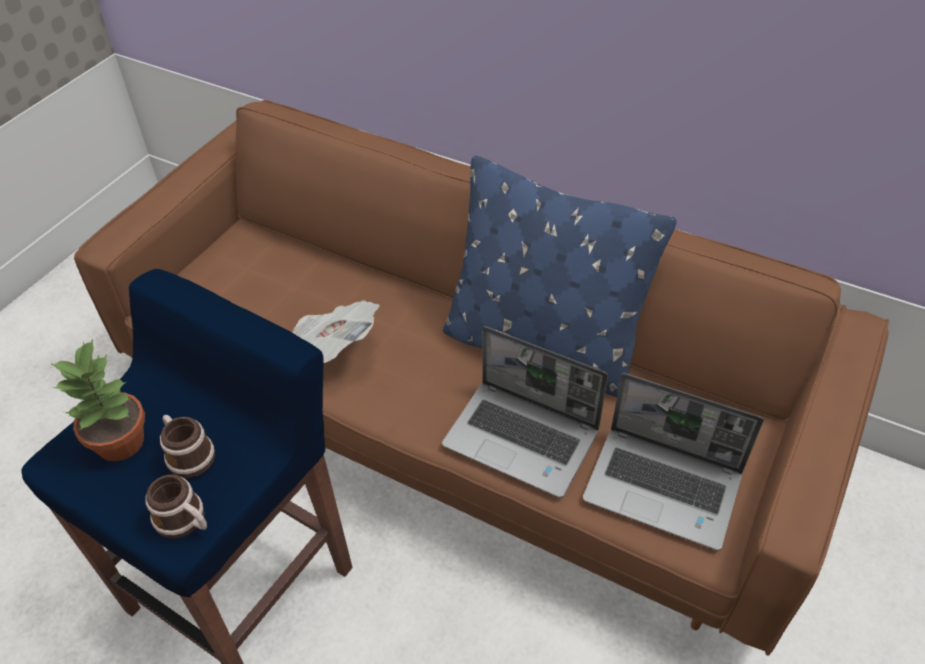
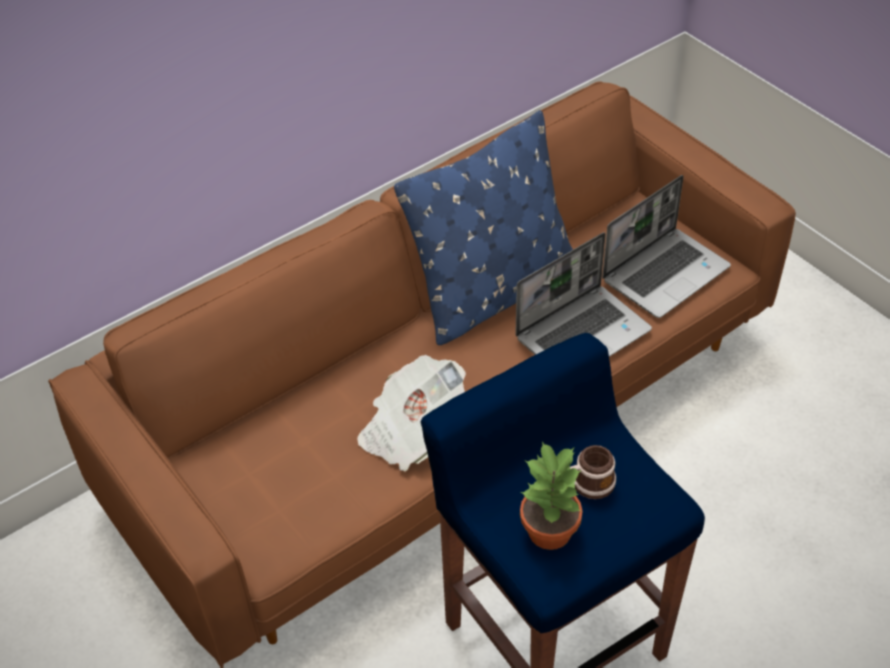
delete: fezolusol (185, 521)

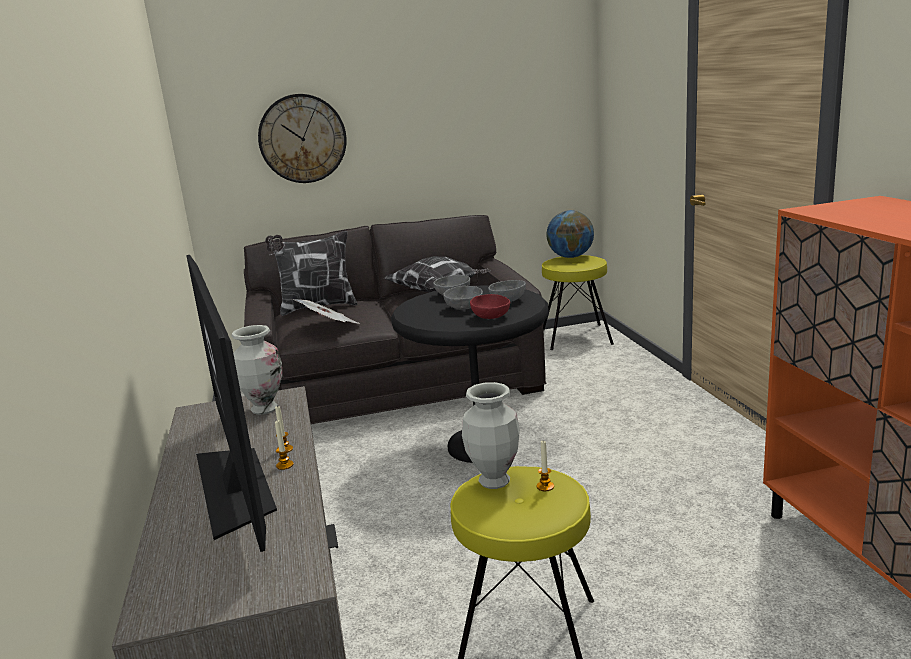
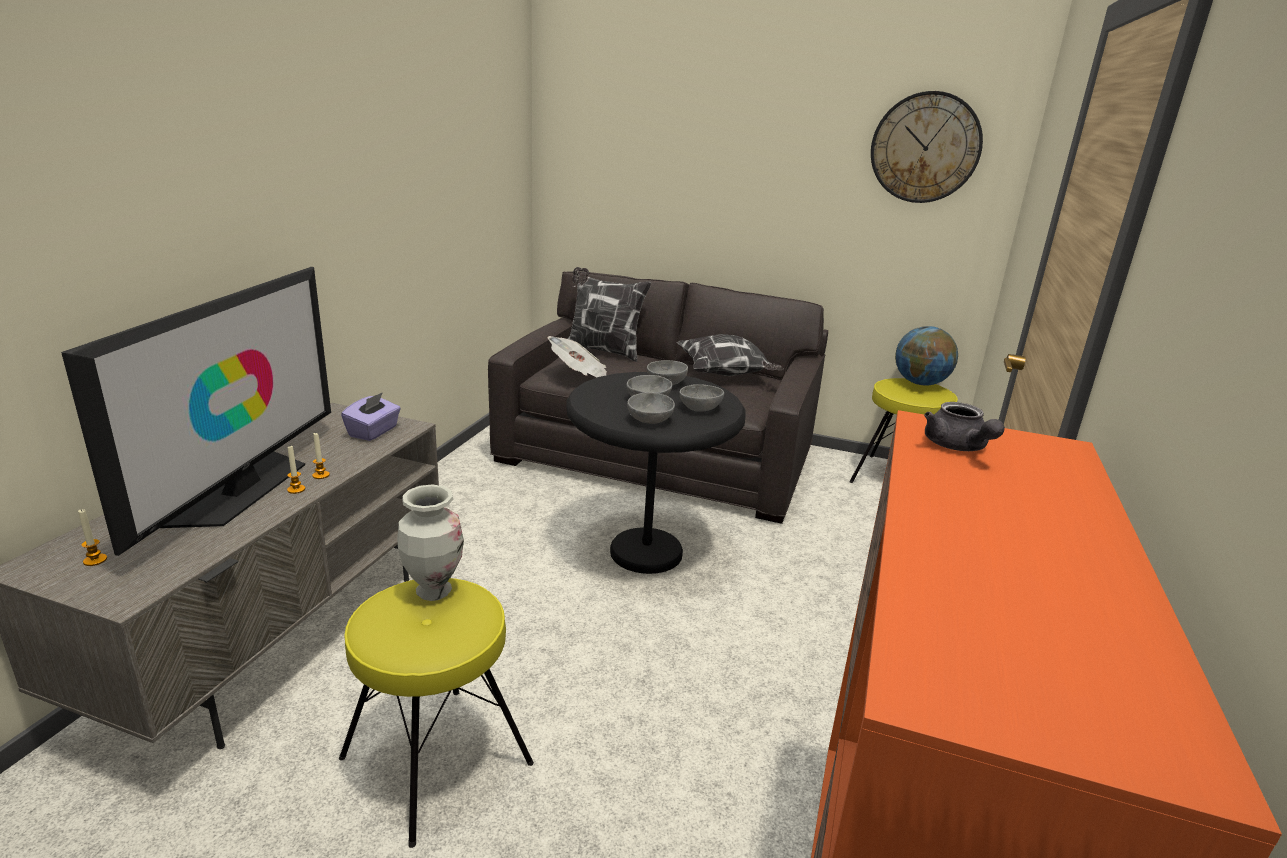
insert: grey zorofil (957, 447)
move: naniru (545, 486) to (95, 560); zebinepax (302, 138) to (925, 148)
replace: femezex (264, 409) to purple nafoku (374, 432)
recolor: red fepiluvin (491, 317) to grey fepiluvin (651, 420)

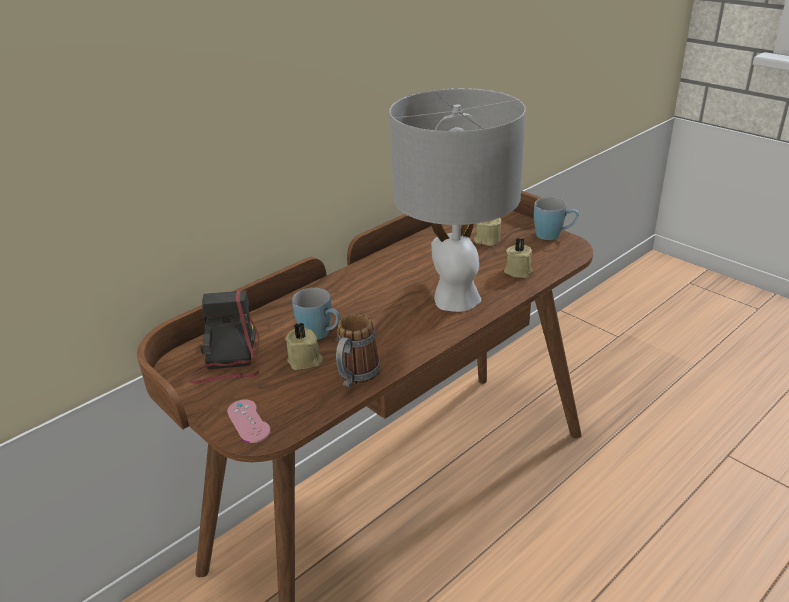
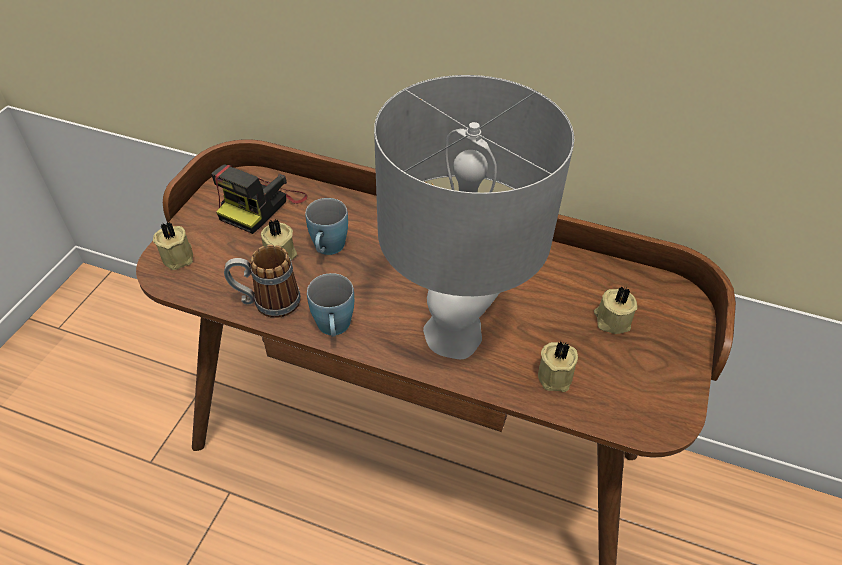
move: blue fezolusol (554, 235) to (334, 329)
replace: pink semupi (248, 421) to beige naniru (179, 256)
rotate: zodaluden (229, 358) = (261, 205) 150 degrees clockwise

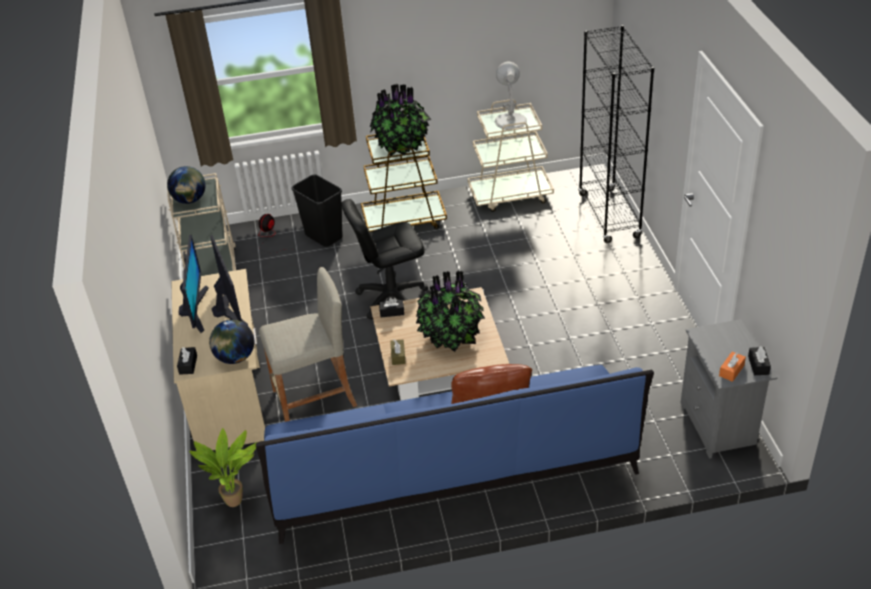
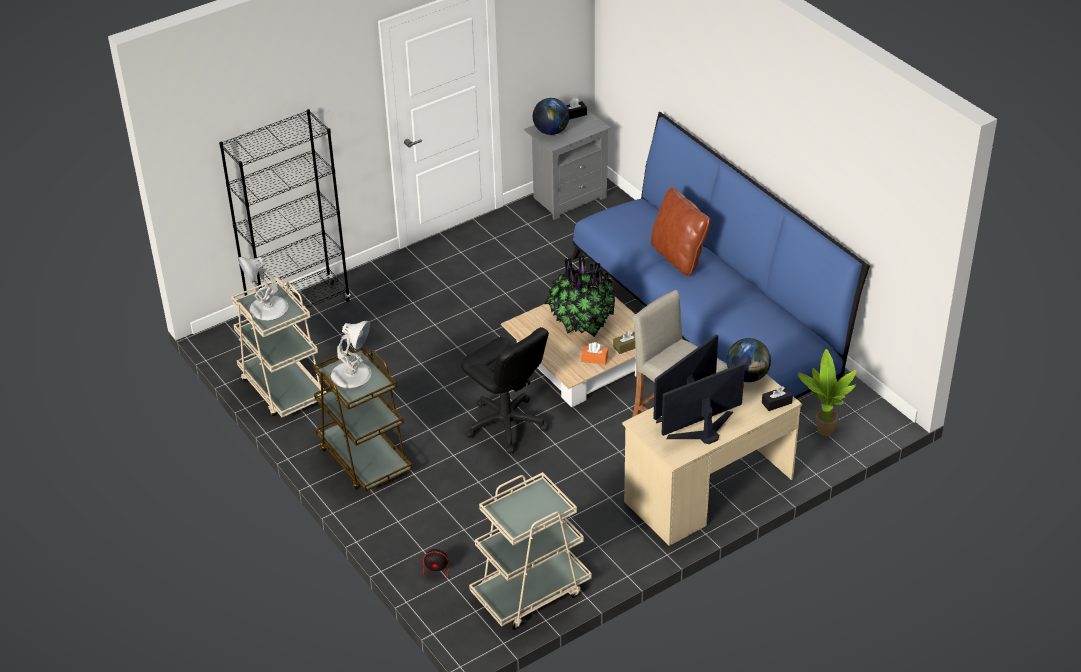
delete: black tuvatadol (324, 236); black nafoku (392, 312)
move: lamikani (190, 200) to (551, 131); orange nafoku (731, 370) to (594, 359)
replace: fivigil (402, 146) to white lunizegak (352, 375)

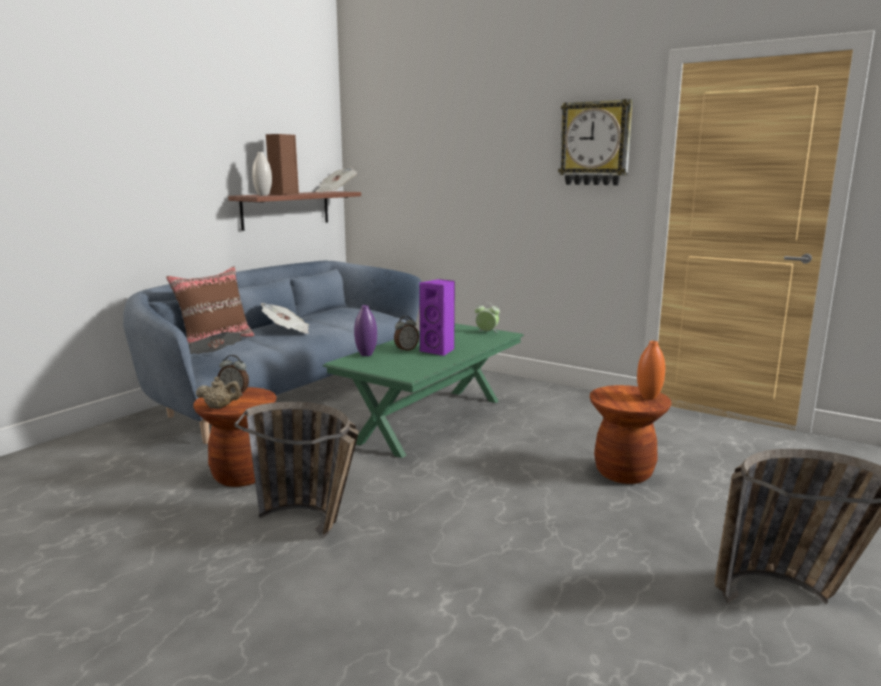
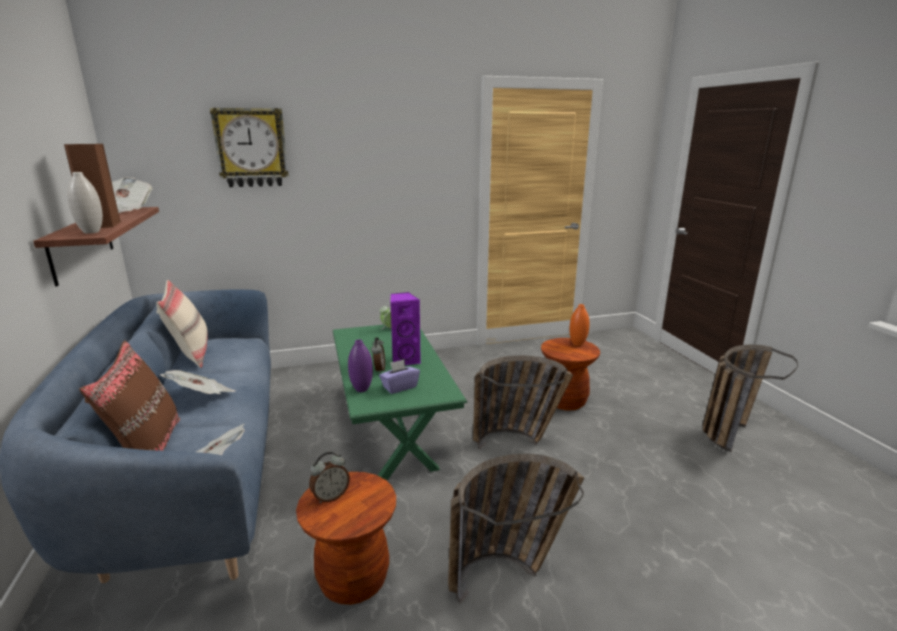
delete: beige zorofil (220, 407)
insert: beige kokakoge (190, 354); purple nafoku (399, 387); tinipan (518, 441)
move: zebinepax (595, 143) to (251, 148)

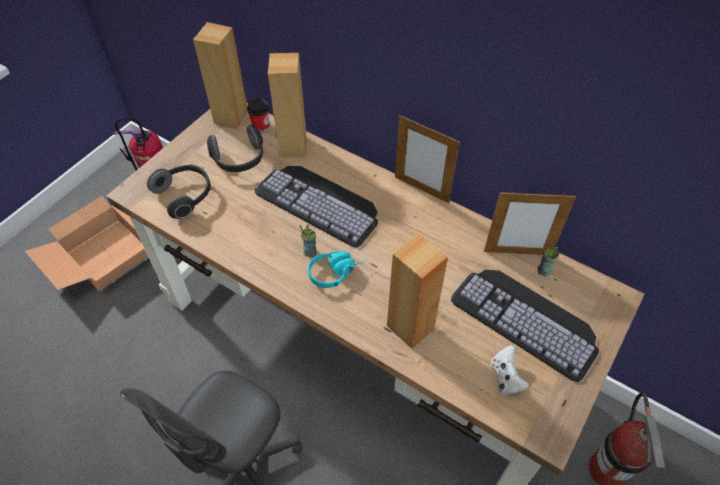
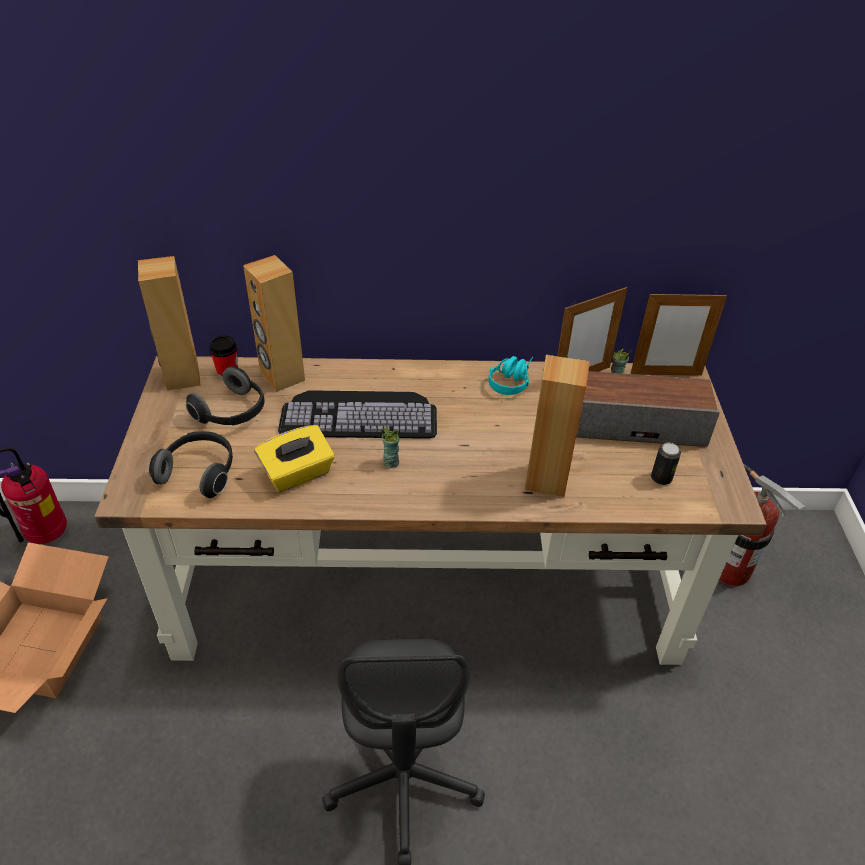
insert: yellow nafoku (297, 474)
move: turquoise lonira (337, 271) to (511, 380); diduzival (421, 189) to (666, 374)
replace: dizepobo (528, 319) to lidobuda (637, 424); white semupi (505, 377) to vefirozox (661, 478)

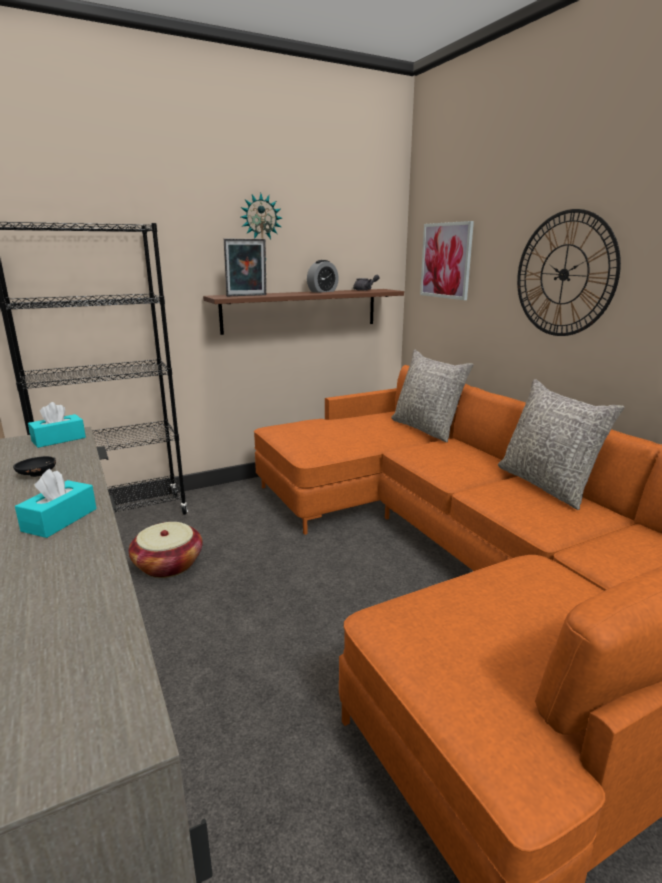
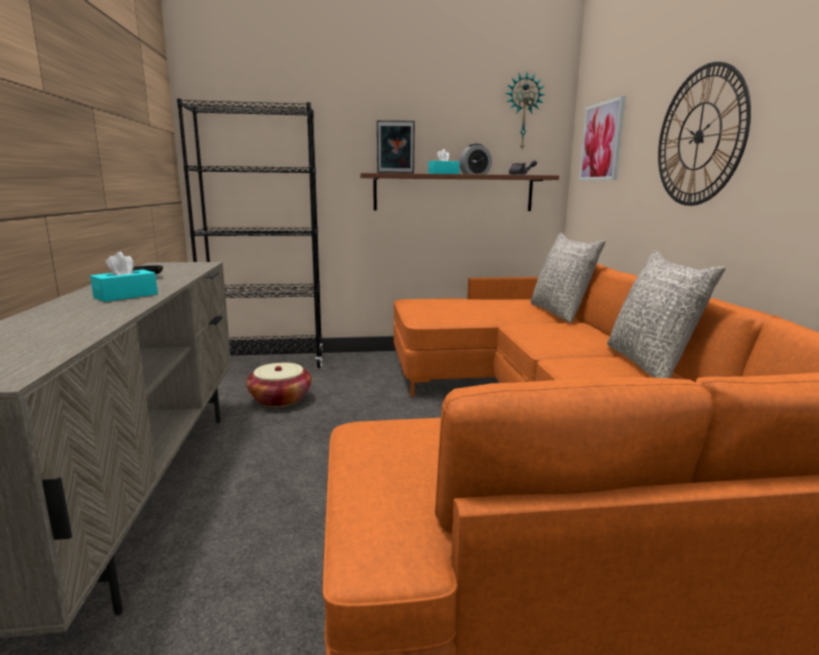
move: turquoise nafoku (59, 439) to (443, 174); zebinepax (261, 237) to (523, 112)

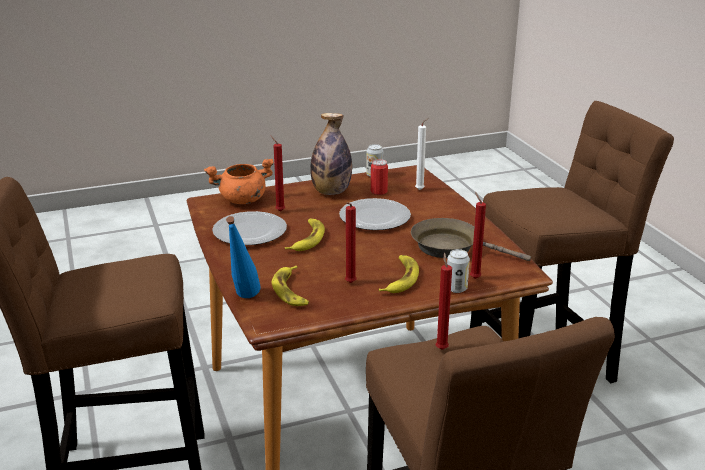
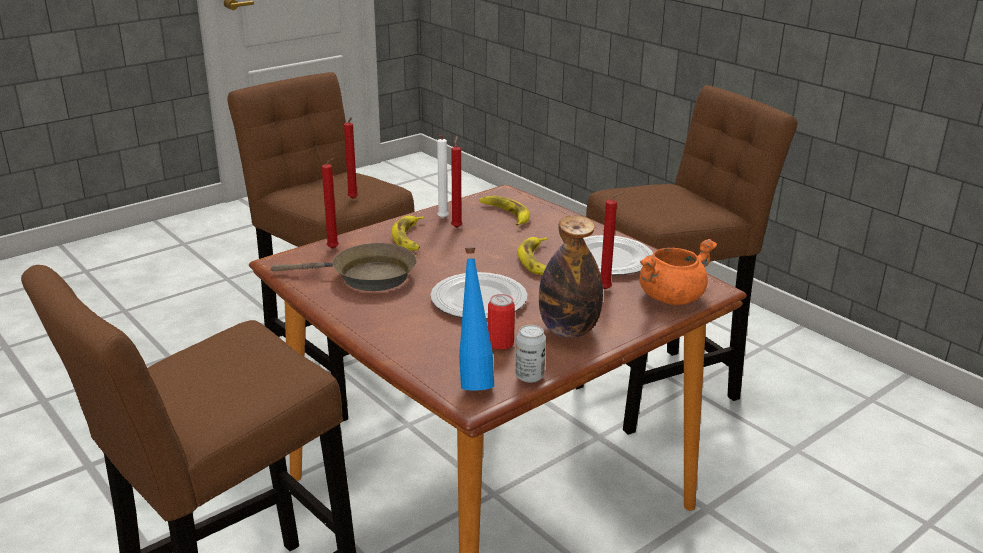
delete: vefirozox (456, 288)
move: white naniru (421, 189) to (441, 219); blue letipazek (244, 300) to (474, 380)

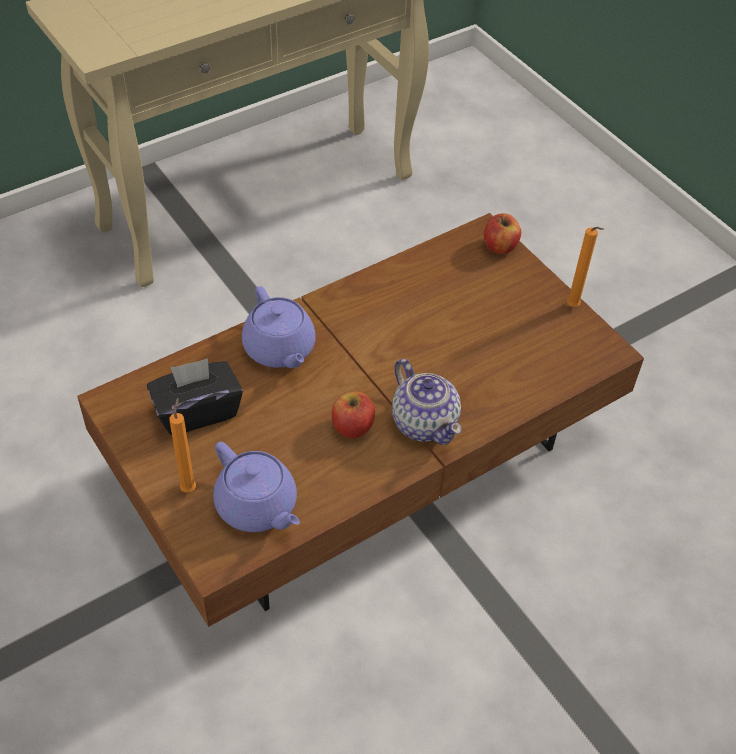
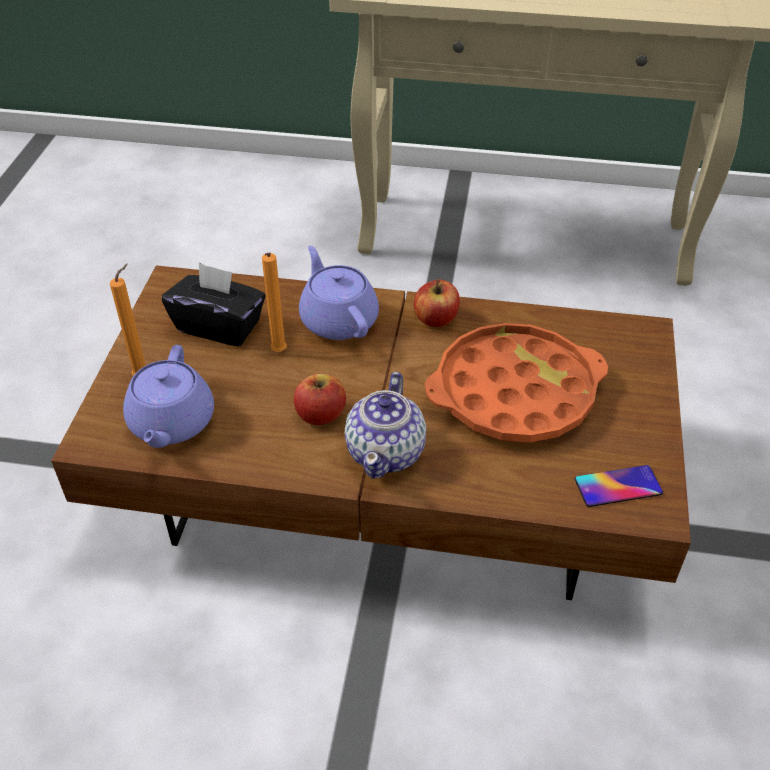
insert: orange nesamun (514, 392); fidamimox (618, 486)
move: orange naniru (574, 307) to (278, 353); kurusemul (500, 246) to (436, 319)
rotate: purple zorofil (280, 349) = (338, 320) 135 degrees clockwise

